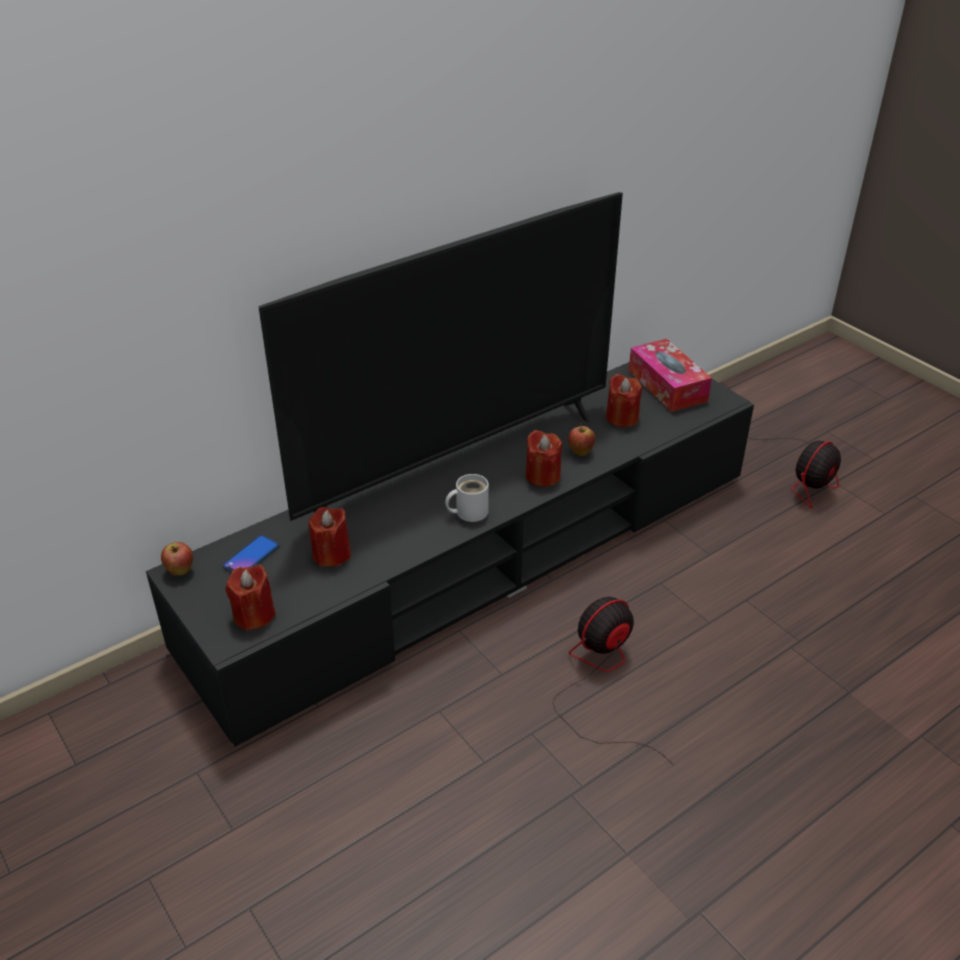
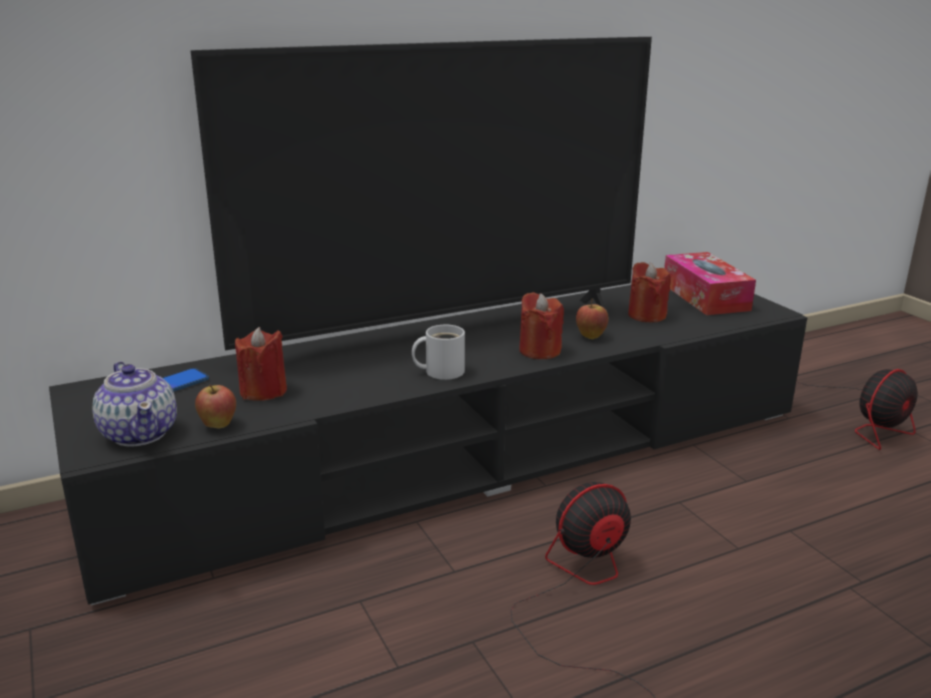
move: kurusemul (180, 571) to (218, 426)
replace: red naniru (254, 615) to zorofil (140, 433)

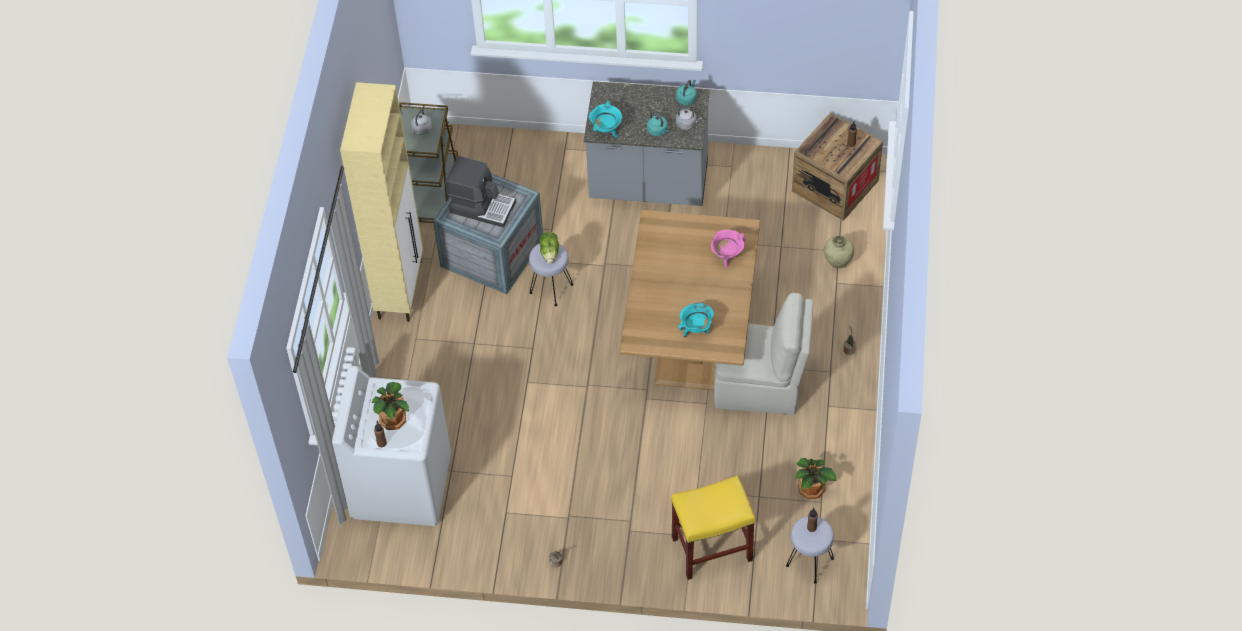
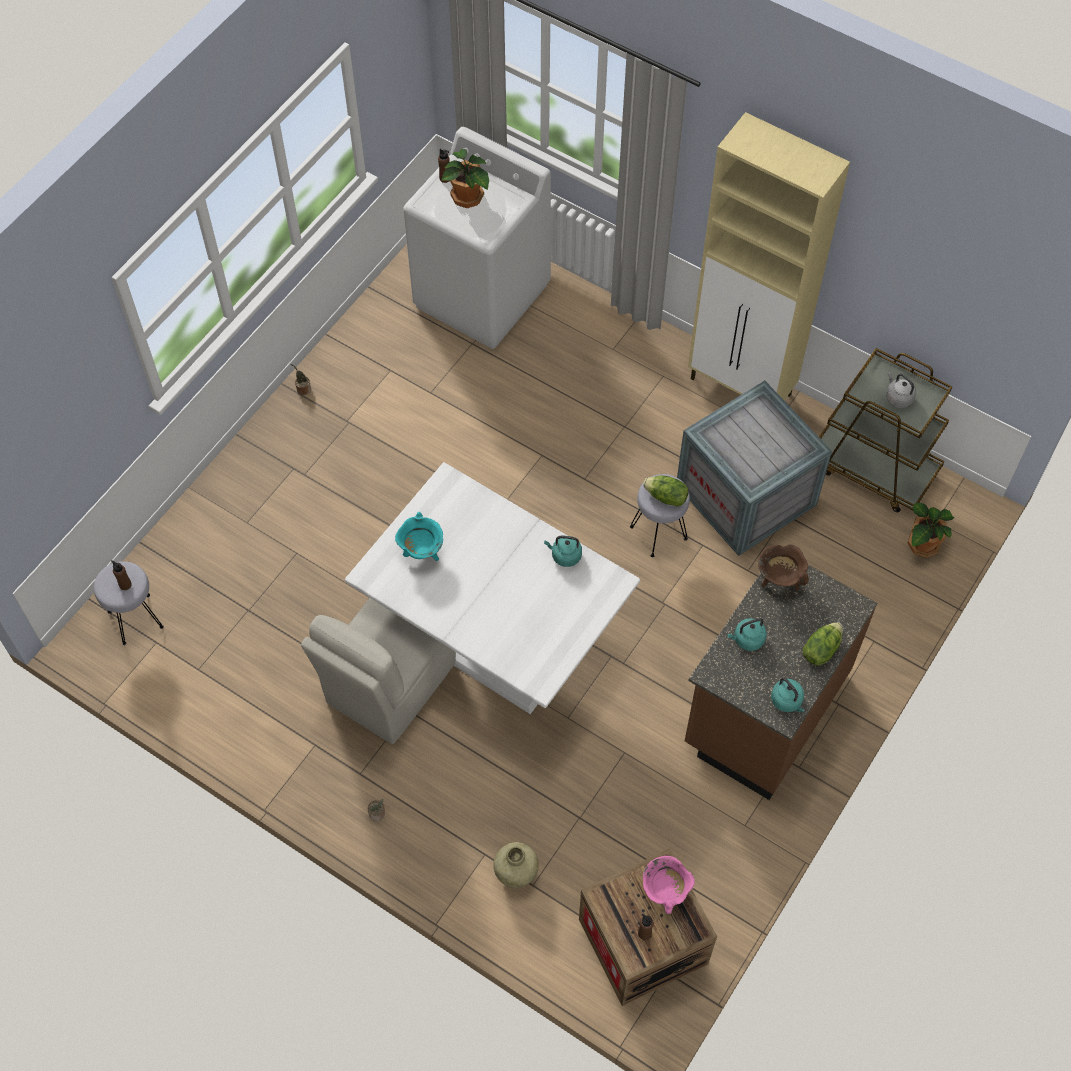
delete: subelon (482, 206); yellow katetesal (711, 549); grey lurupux (687, 124)
insert: turquoise lurupux (564, 556); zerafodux (820, 649)
move: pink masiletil (727, 256) to (665, 892); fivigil (811, 490) to (922, 545)
recolor: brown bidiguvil (691, 342) to white bidiguvil (495, 642); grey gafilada (648, 185) to brown gafilada (764, 710); turquoise masiletil (606, 130) to brown masiletil (779, 580)

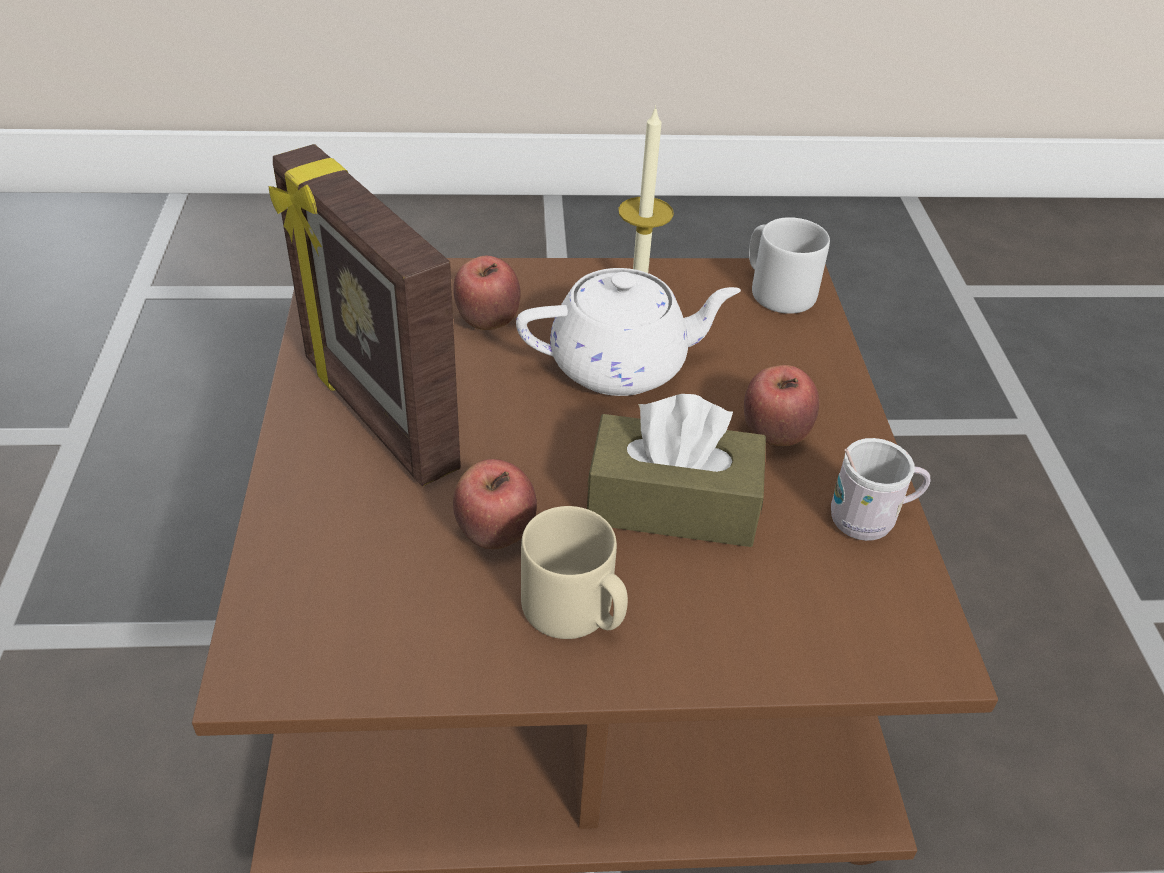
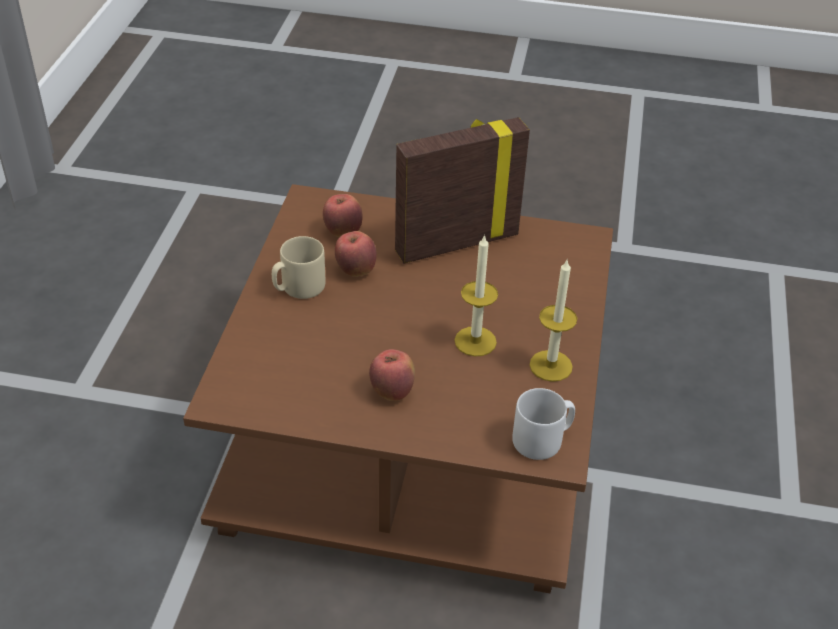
delete: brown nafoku (672, 504); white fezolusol (870, 521)
move: kurusemul (488, 323) to (343, 232)
replace: white zorofil (622, 365) to naniru (475, 341)

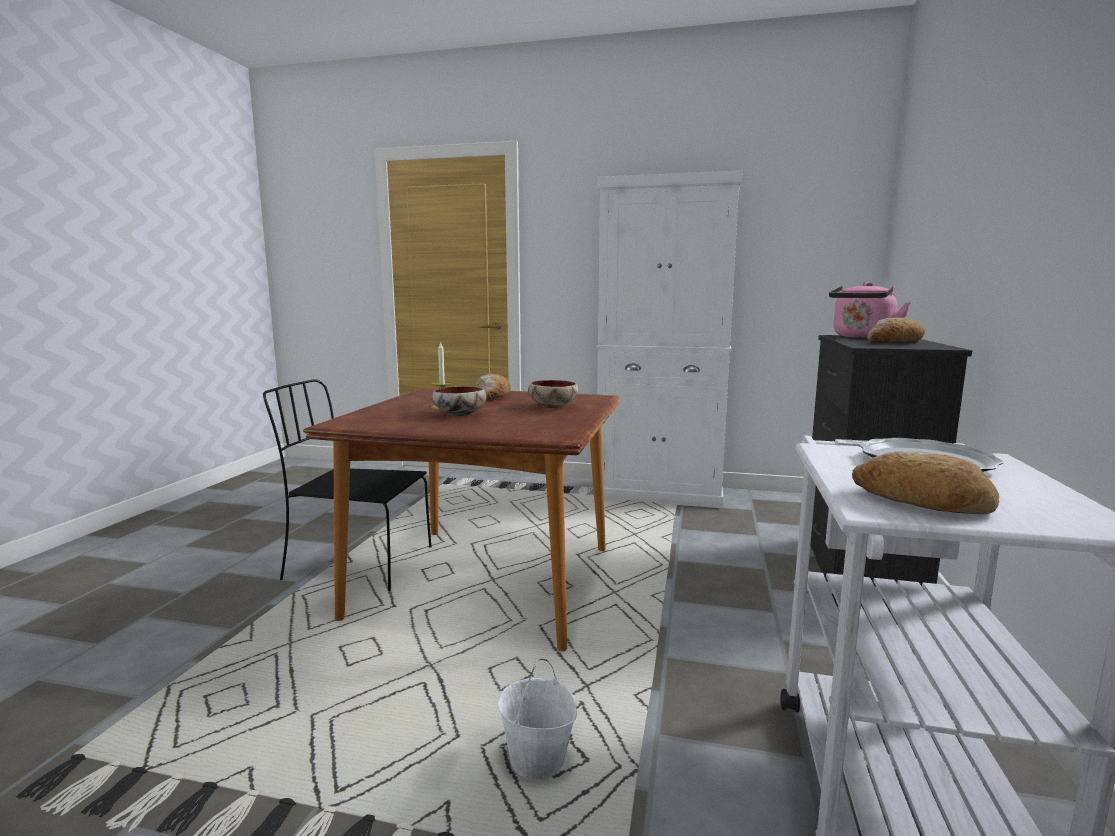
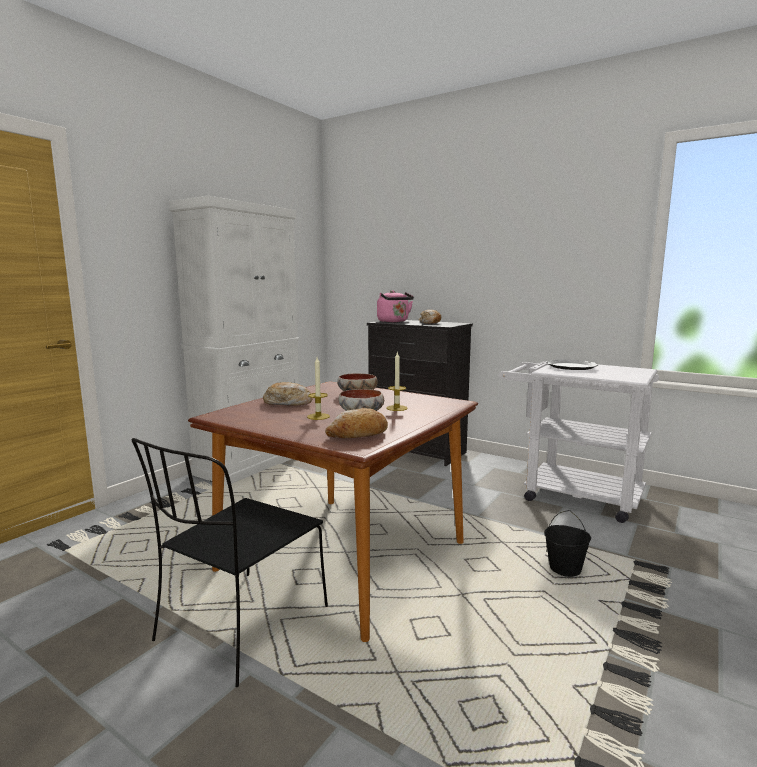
insert: naniru (396, 408)
move: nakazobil (921, 502) to (358, 435)
recolor: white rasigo (538, 761) to black rasigo (565, 569)

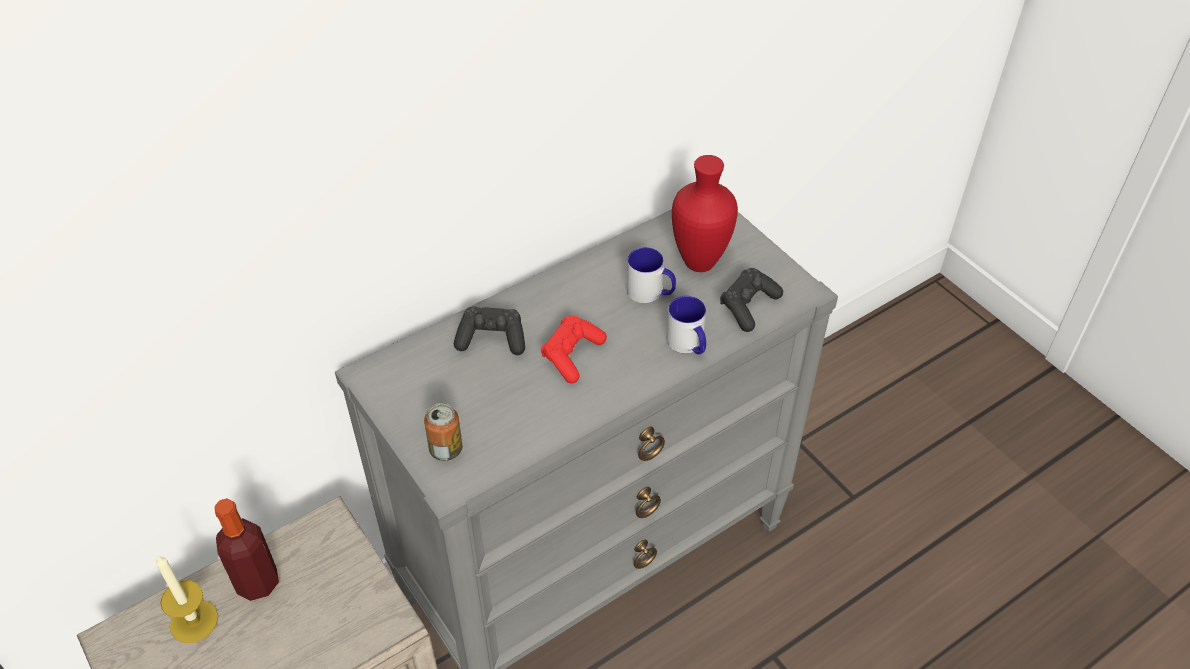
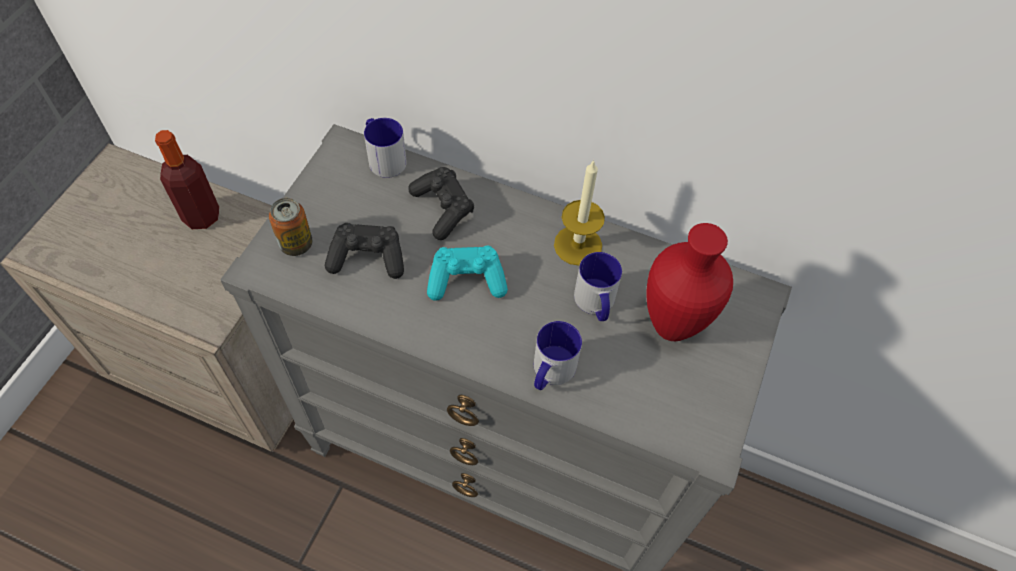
insert: fezolusol (384, 158)
move: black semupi (748, 306) to (368, 258); naniru (194, 621) to (578, 245)
recolor: red semupi (572, 355) to turquoise semupi (466, 280)

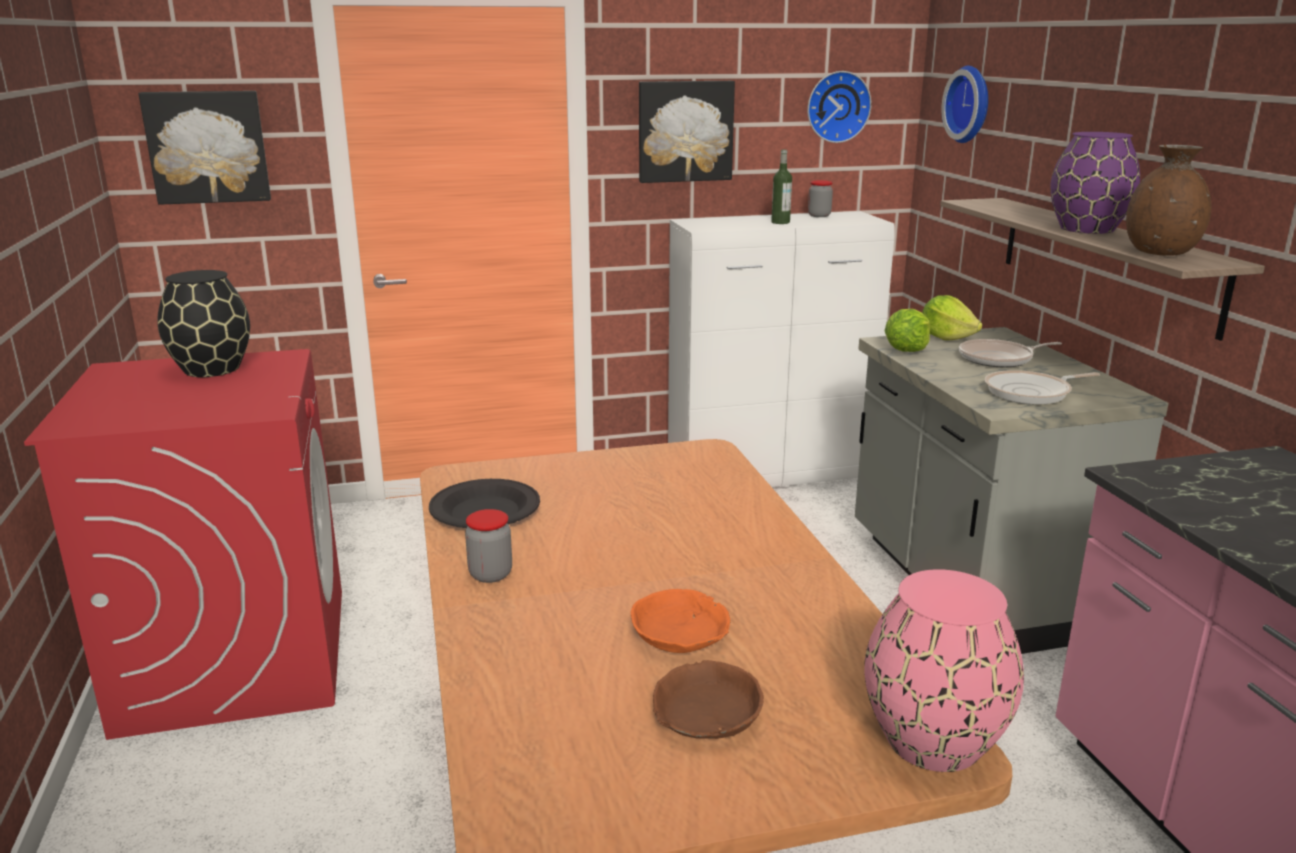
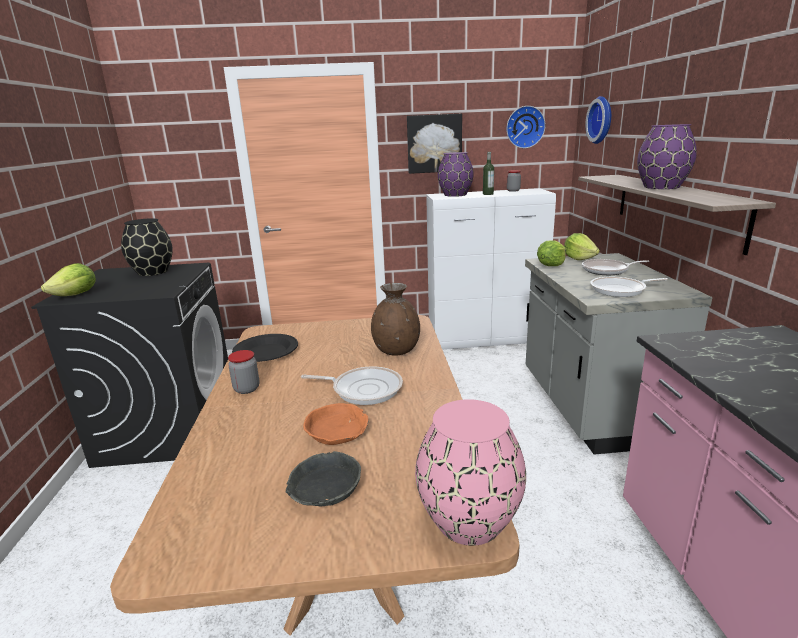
delete: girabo (208, 147)
insert: zerafodux (76, 295); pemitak (363, 389); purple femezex (456, 195)
move: brown femezex (1160, 253) to (397, 350)
recolor: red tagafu (236, 657) to black tagafu (169, 427); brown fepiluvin (706, 715) to grey fepiluvin (324, 488)

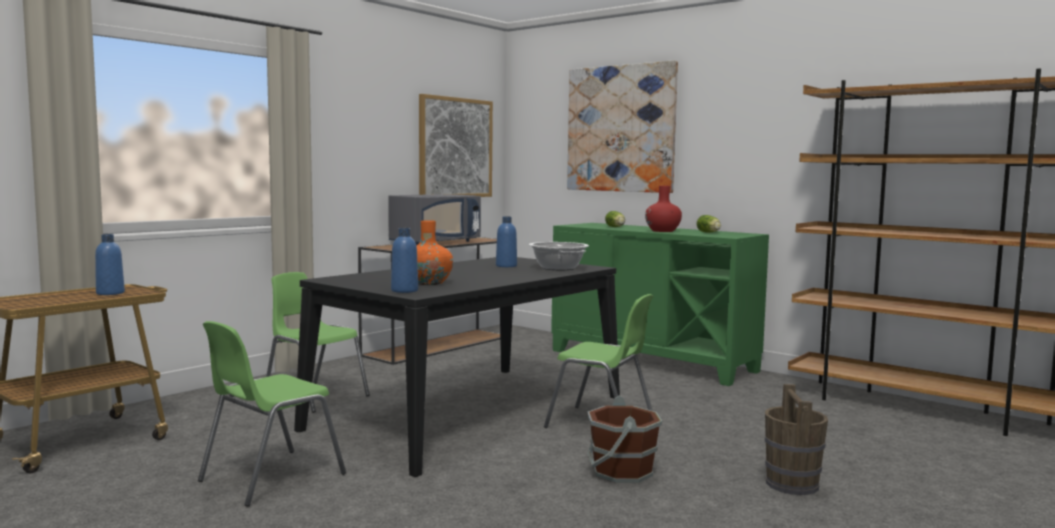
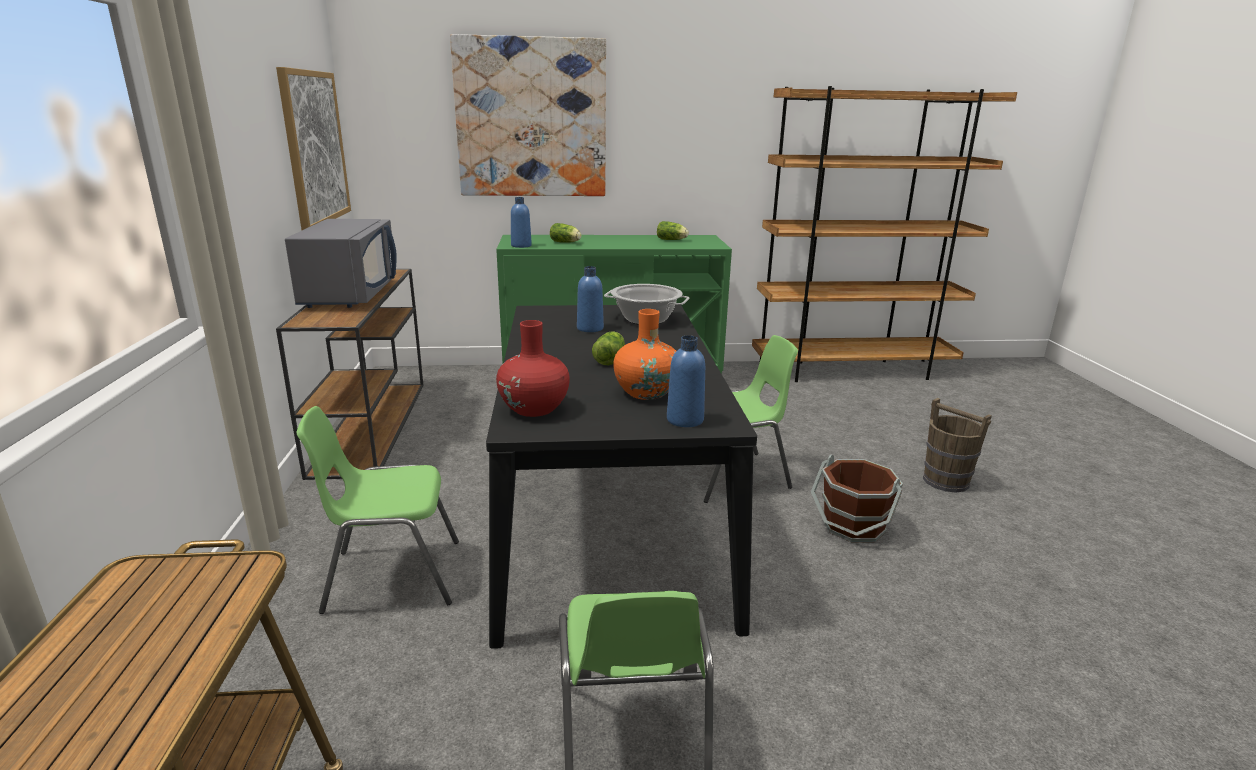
insert: zerafodux (610, 359)
move: red femezex (662, 231) to (534, 409); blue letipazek (110, 293) to (521, 246)

